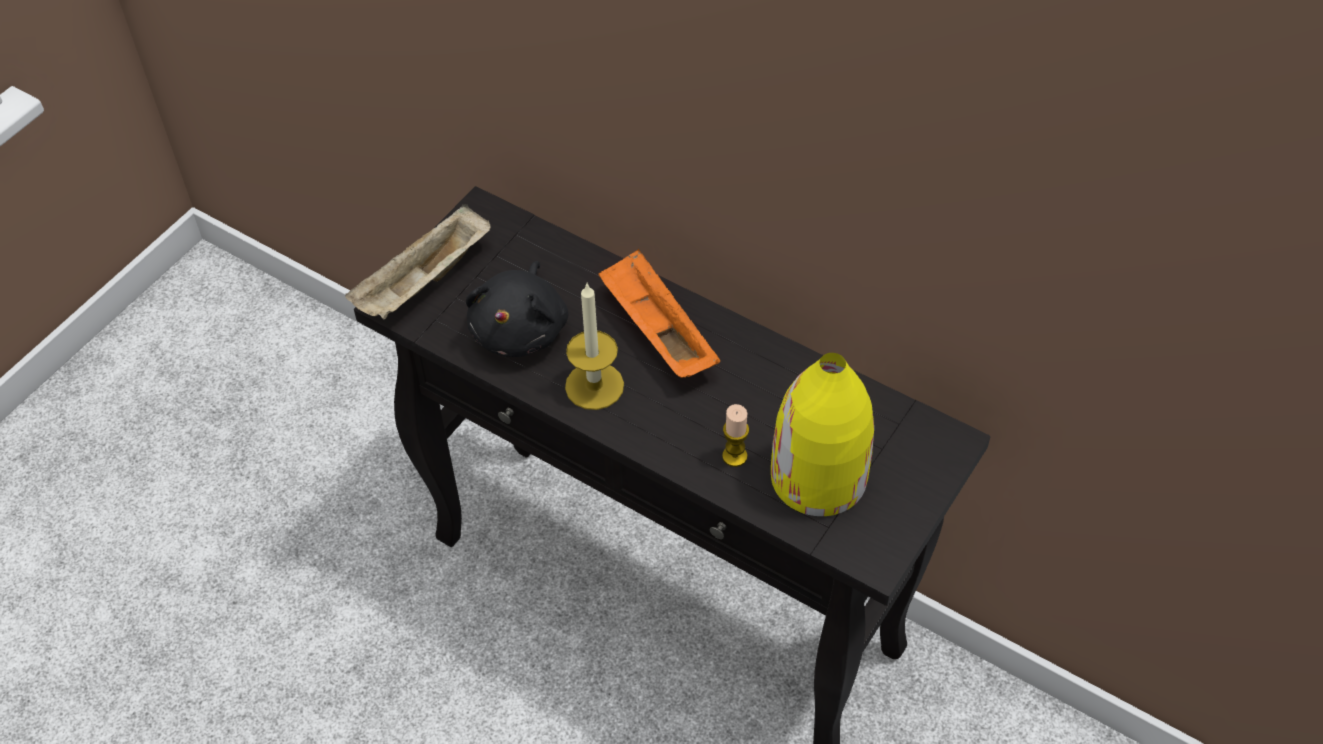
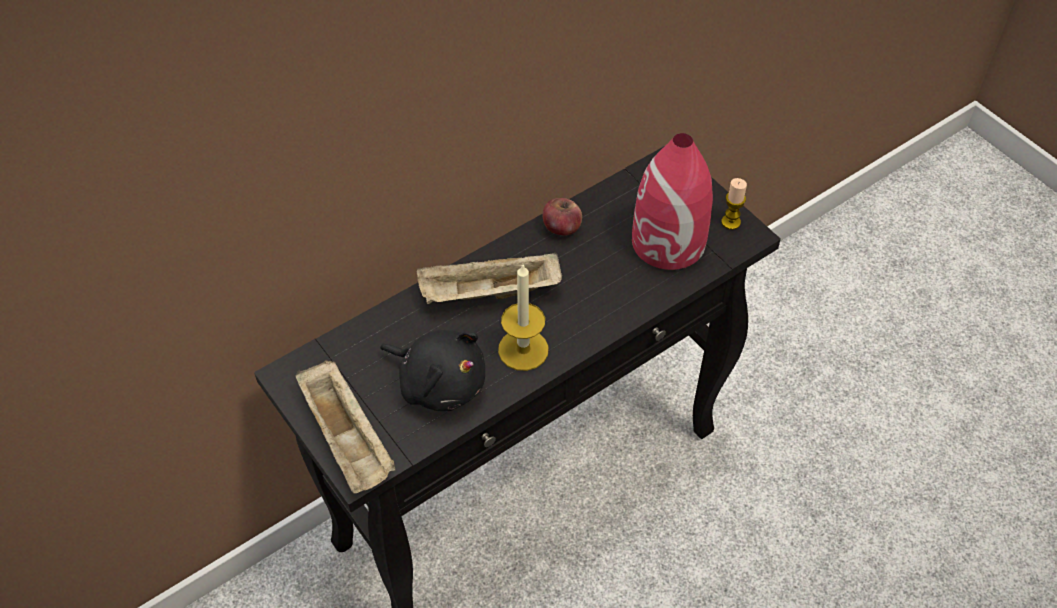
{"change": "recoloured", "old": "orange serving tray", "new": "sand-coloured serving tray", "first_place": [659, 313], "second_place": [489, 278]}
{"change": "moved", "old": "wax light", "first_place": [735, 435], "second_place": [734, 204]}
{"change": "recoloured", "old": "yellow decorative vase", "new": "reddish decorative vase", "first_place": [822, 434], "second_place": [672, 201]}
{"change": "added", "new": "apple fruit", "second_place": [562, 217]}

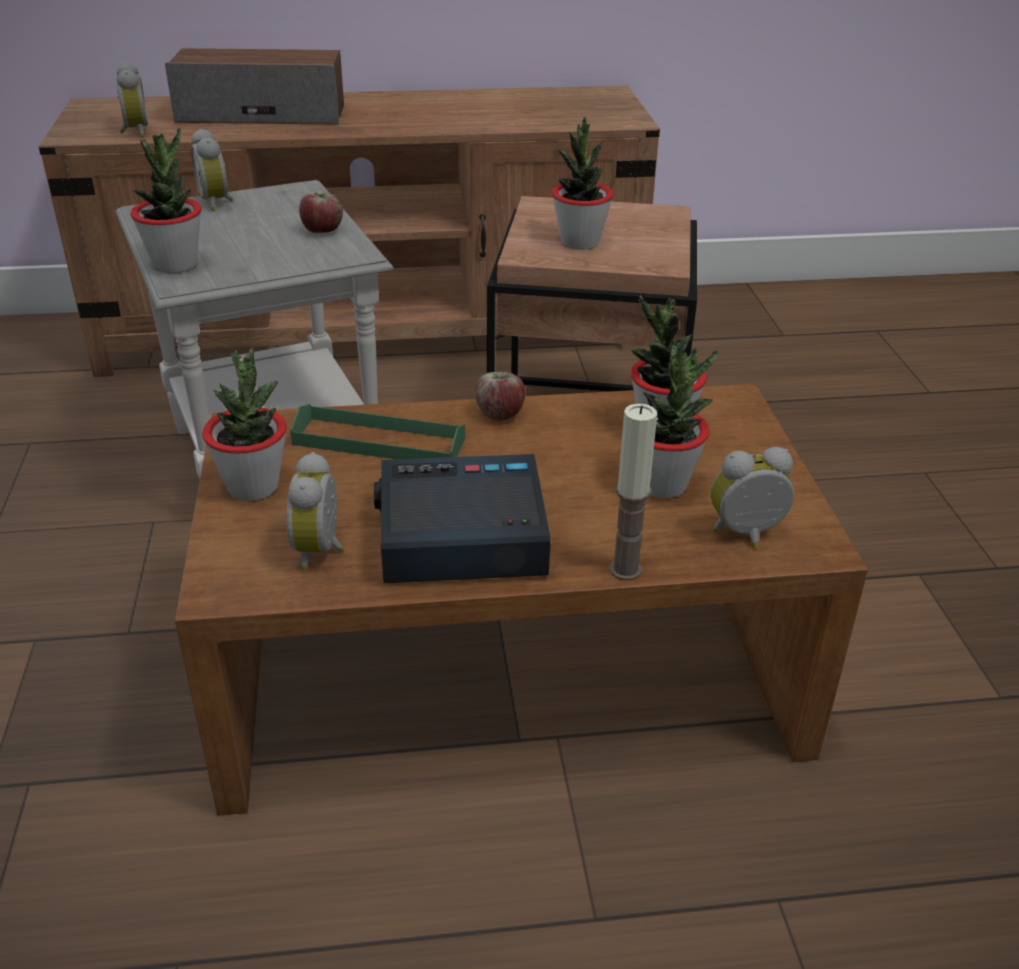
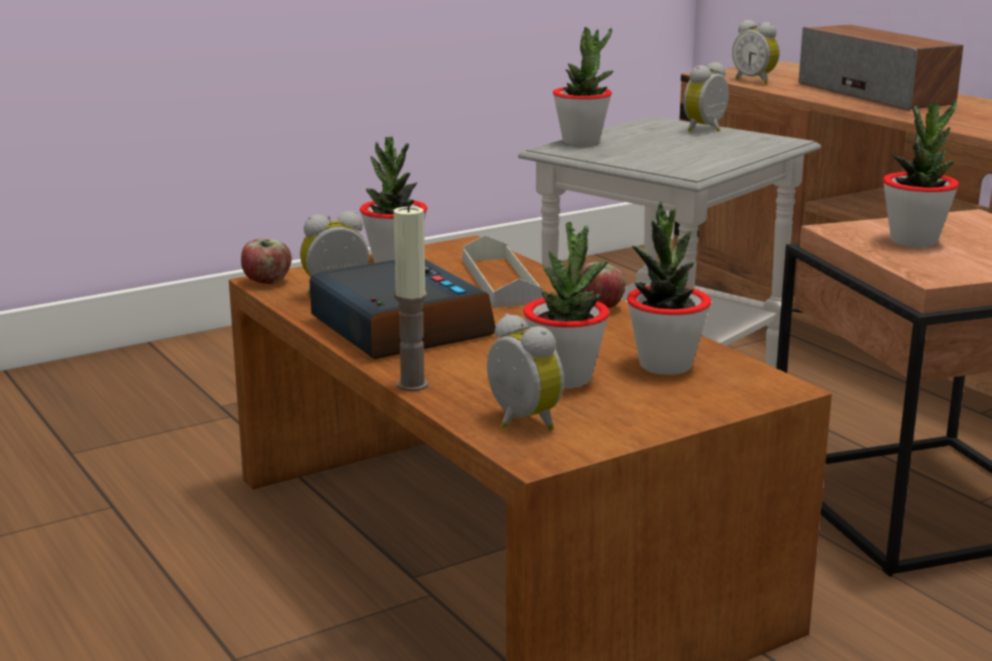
{"change": "turned", "old": "bedside clock", "first_place": [132, 100], "second_place": [756, 52], "degrees": 90}
{"change": "recoloured", "old": "green-coloured serving tray", "new": "grey serving tray", "first_place": [377, 431], "second_place": [503, 271]}
{"change": "moved", "old": "apple fruit", "first_place": [321, 212], "second_place": [266, 261]}

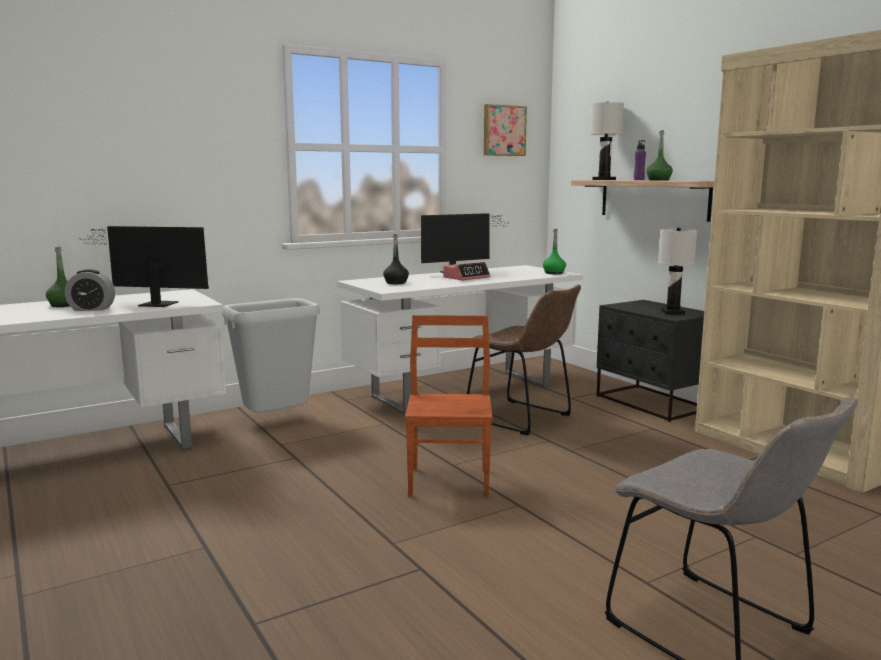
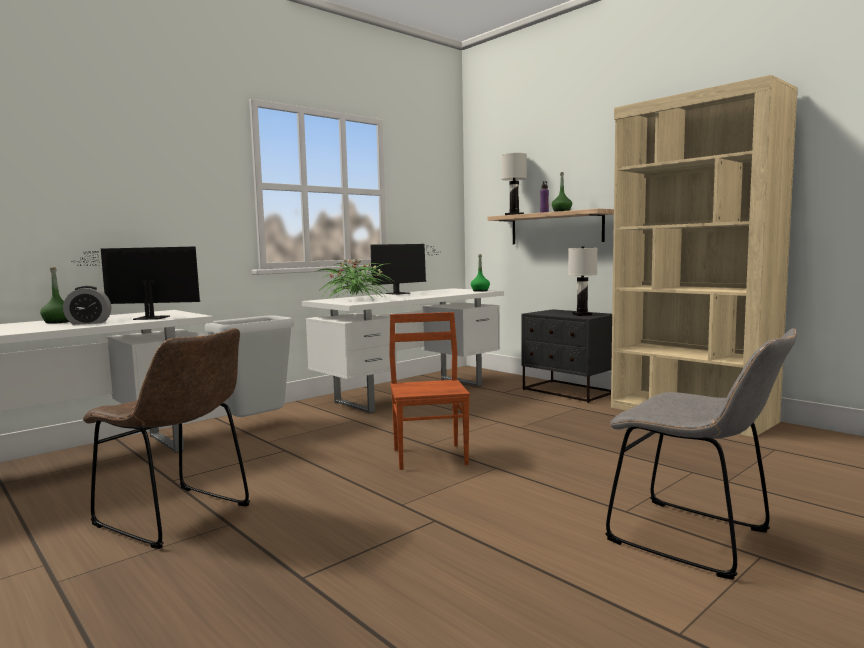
{"change": "replaced", "old": "blackish bottle", "new": "potted plant", "first_place": [396, 259], "second_place": [355, 279]}
{"change": "removed", "old": "bedside clock", "first_place": [466, 271]}
{"change": "moved", "old": "brown-coloured upright chair", "first_place": [524, 359], "second_place": [166, 438]}
{"change": "removed", "old": "wall picture", "first_place": [505, 130]}

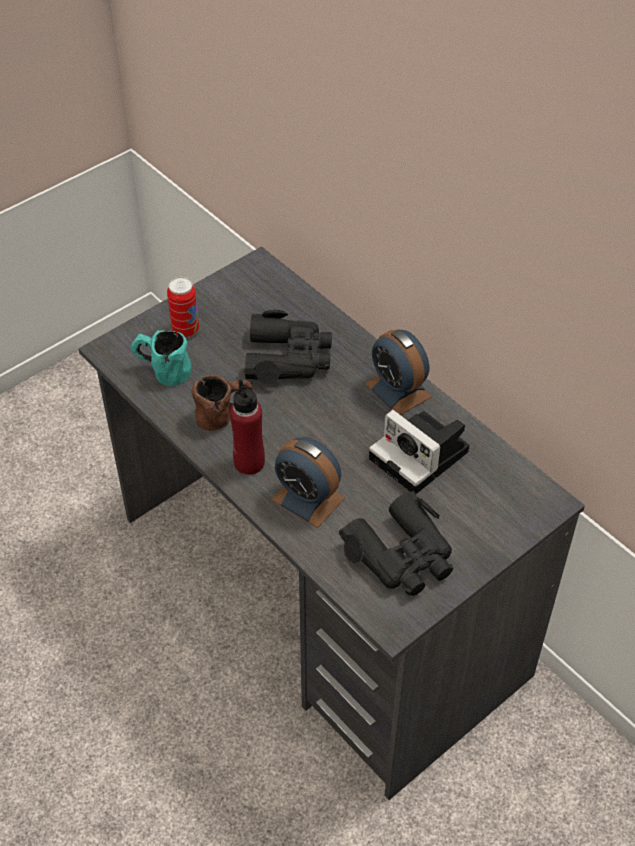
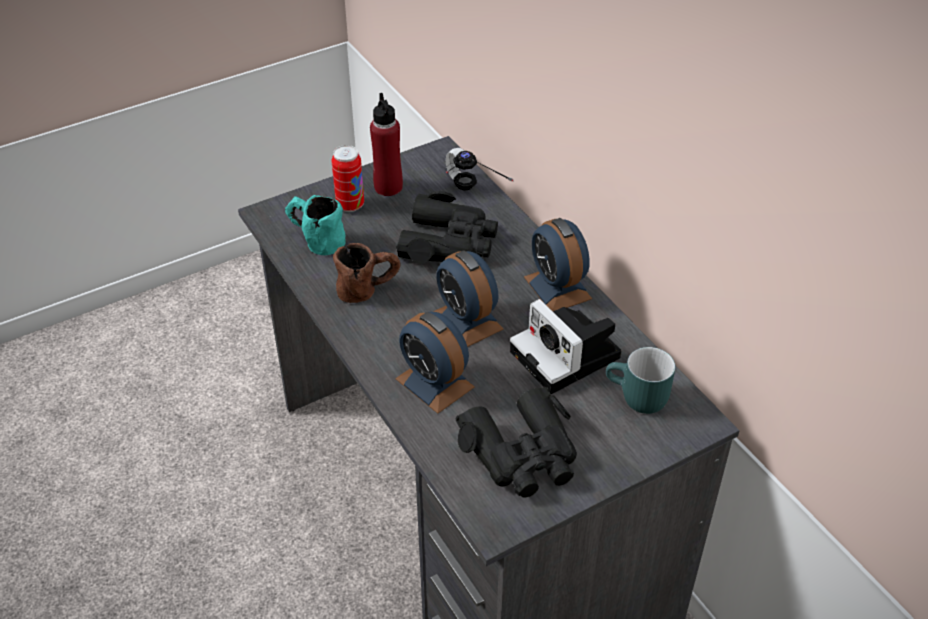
{"change": "moved", "old": "reddish bottle", "first_place": [247, 427], "second_place": [386, 144]}
{"change": "added", "new": "bedside clock", "second_place": [468, 298]}
{"change": "added", "new": "headphones", "second_place": [479, 169]}
{"change": "added", "new": "turquoise coffee mug", "second_place": [641, 380]}

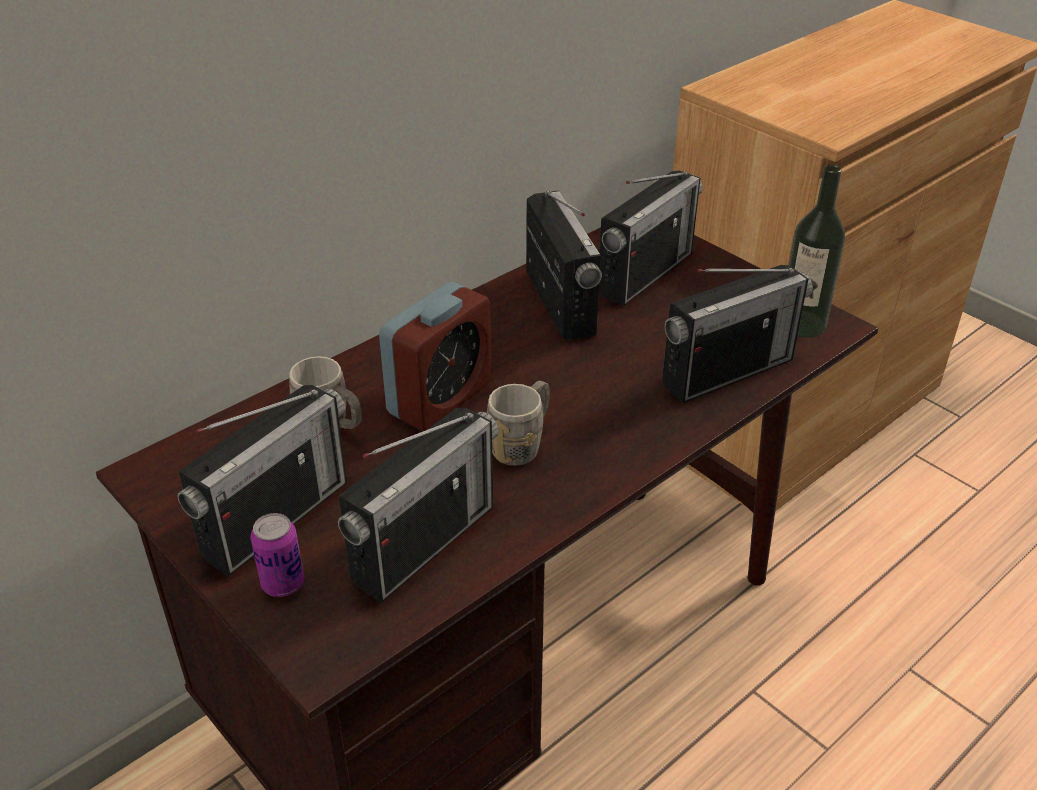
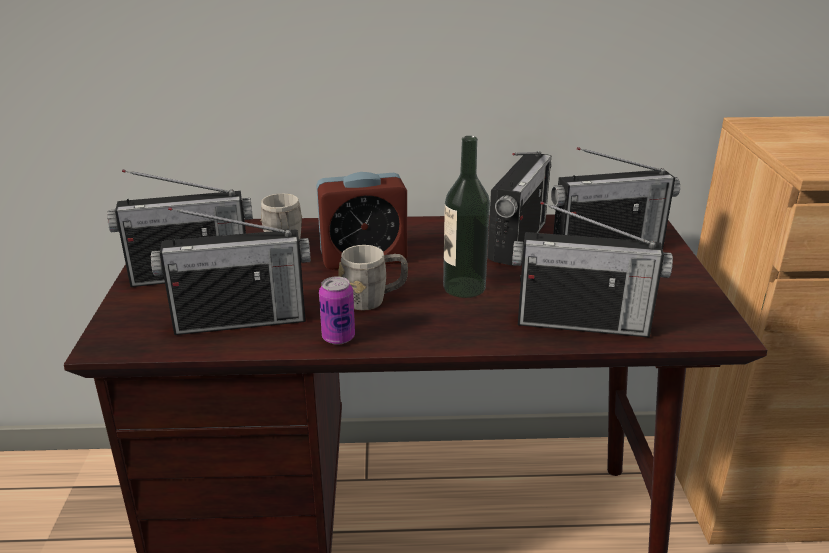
{"change": "moved", "old": "metal can", "first_place": [277, 555], "second_place": [337, 310]}
{"change": "moved", "old": "bottle", "first_place": [816, 251], "second_place": [466, 217]}

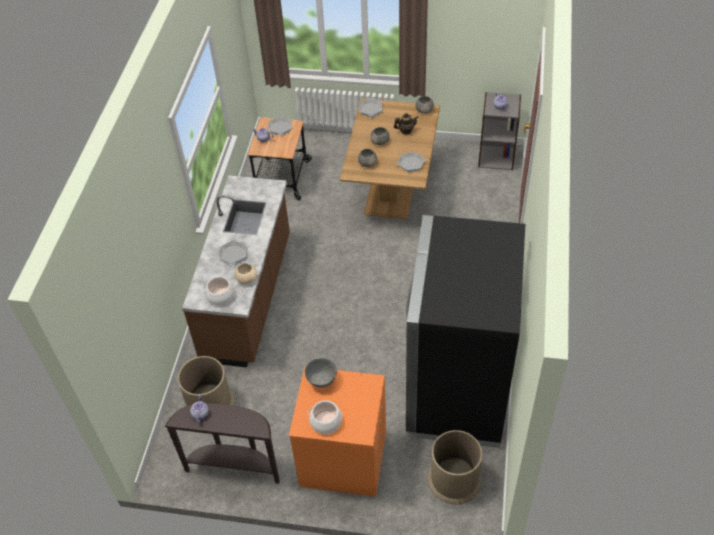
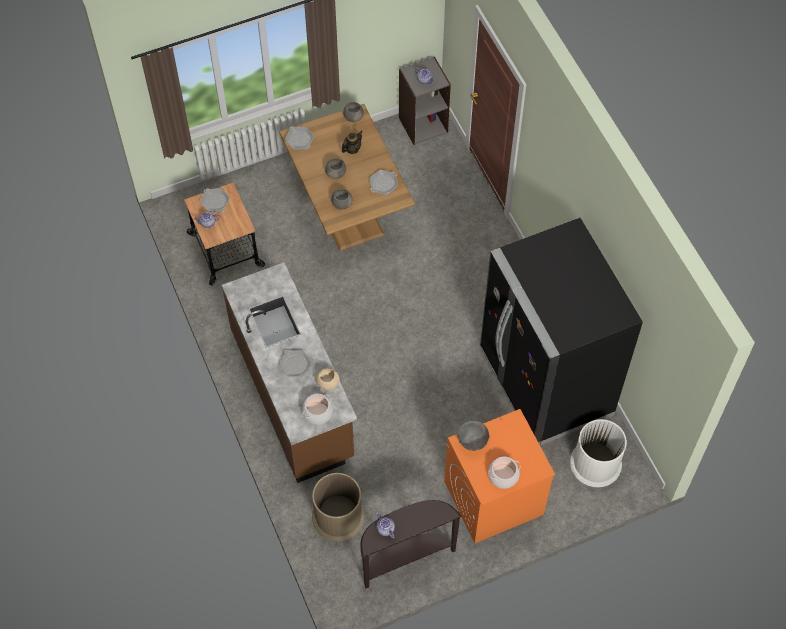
{"change": "recoloured", "old": "brown-coloured trash can", "new": "white-coloured trash can", "first_place": [454, 467], "second_place": [598, 453]}

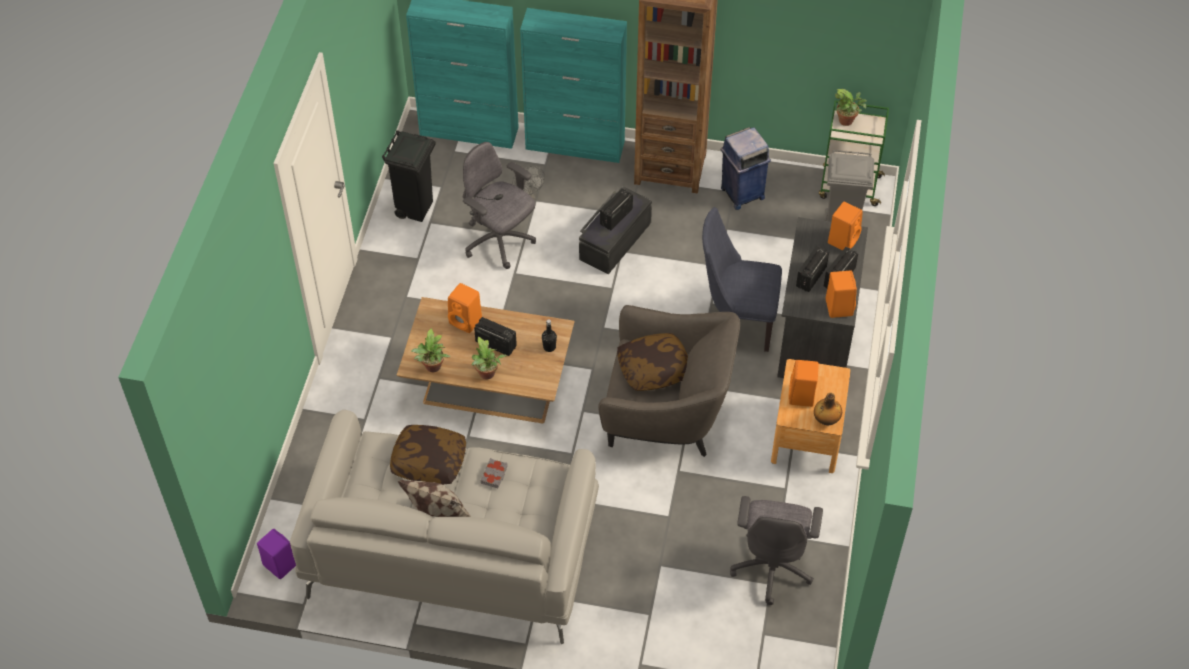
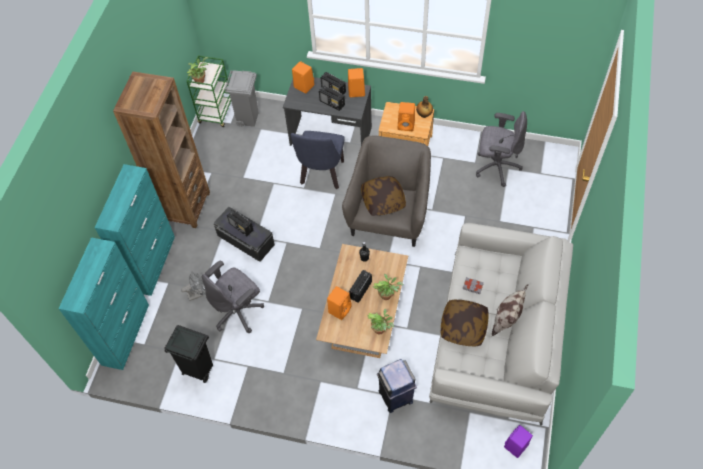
{"change": "moved", "old": "blue-coloured trash can", "first_place": [746, 168], "second_place": [397, 386]}

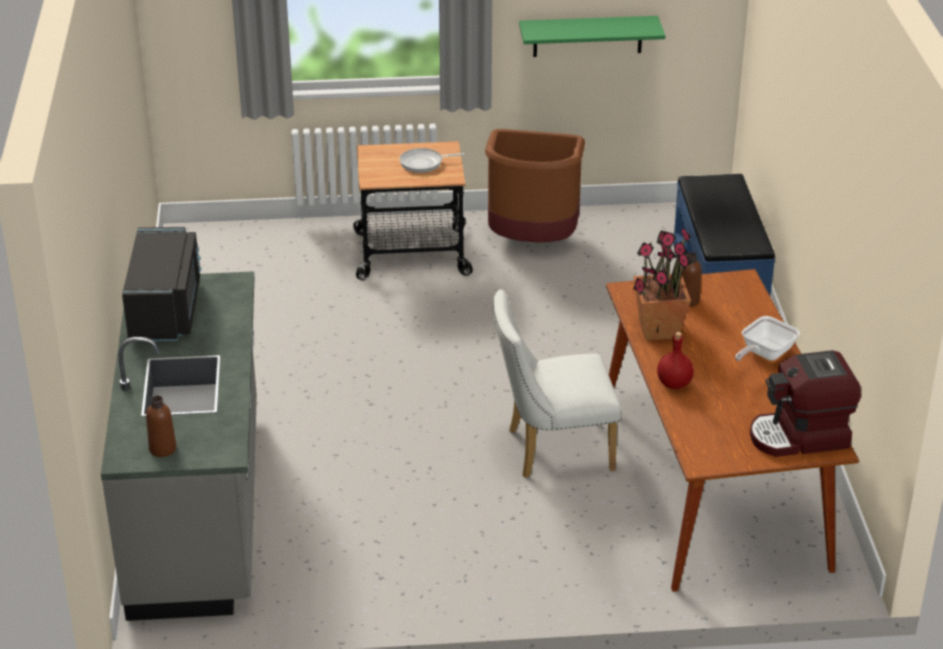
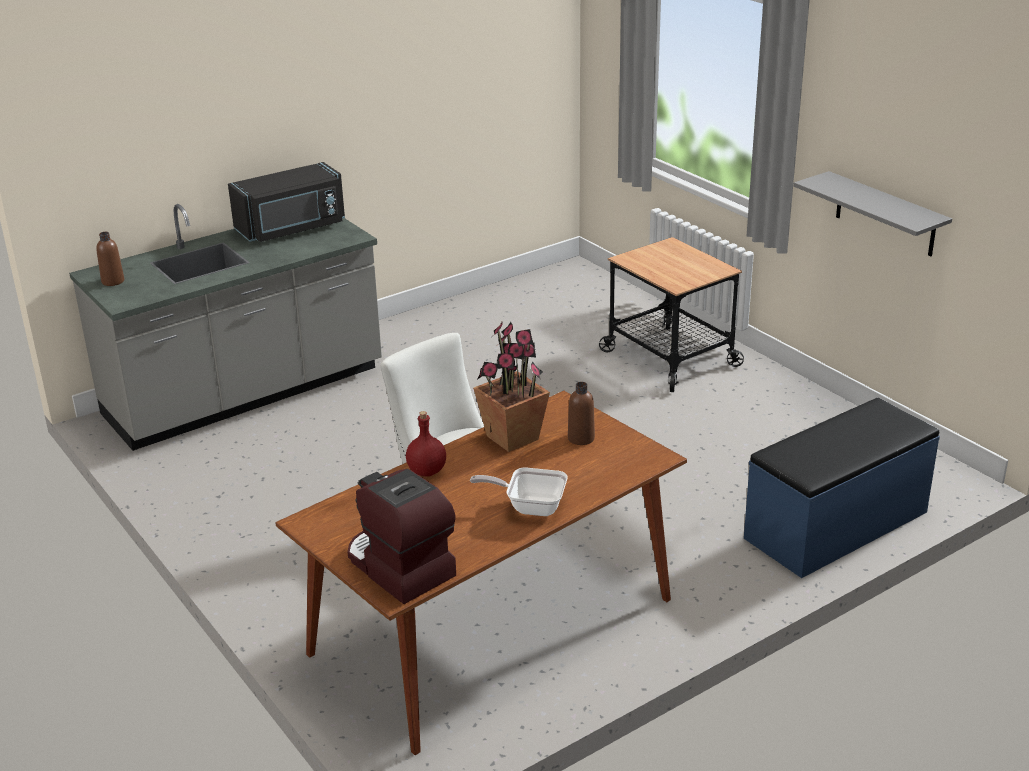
{"change": "removed", "old": "frying pan", "first_place": [432, 160]}
{"change": "removed", "old": "brown-coloured trash can", "first_place": [535, 185]}
{"change": "recoloured", "old": "green-coloured wall shelf", "new": "grey wall shelf", "first_place": [592, 36], "second_place": [872, 213]}

